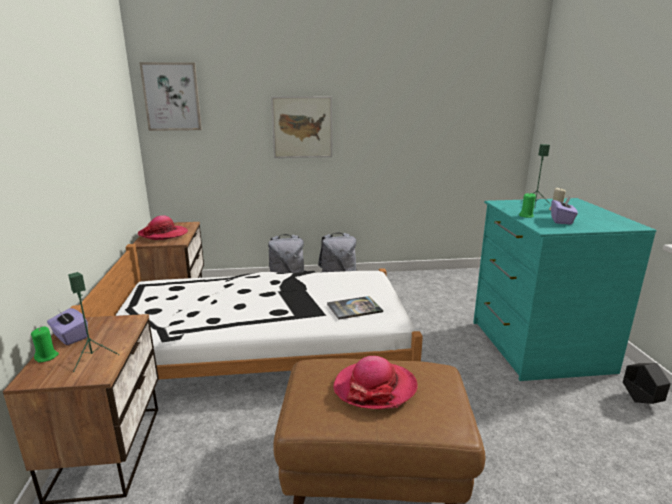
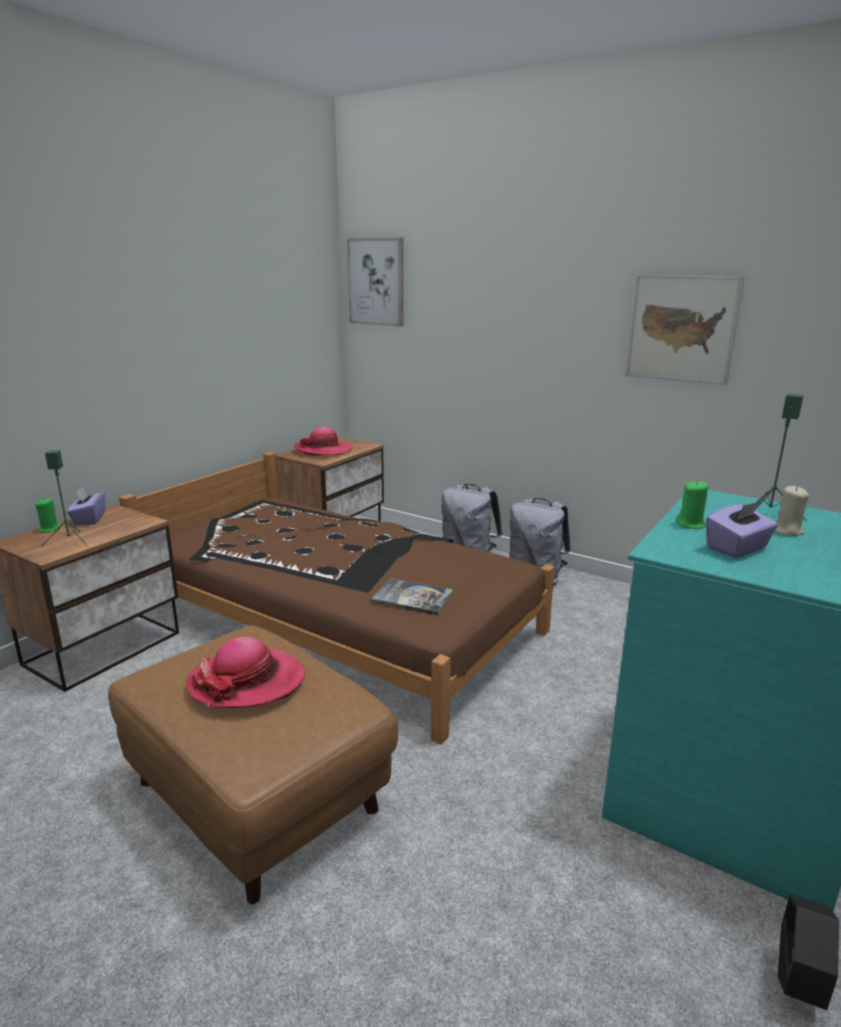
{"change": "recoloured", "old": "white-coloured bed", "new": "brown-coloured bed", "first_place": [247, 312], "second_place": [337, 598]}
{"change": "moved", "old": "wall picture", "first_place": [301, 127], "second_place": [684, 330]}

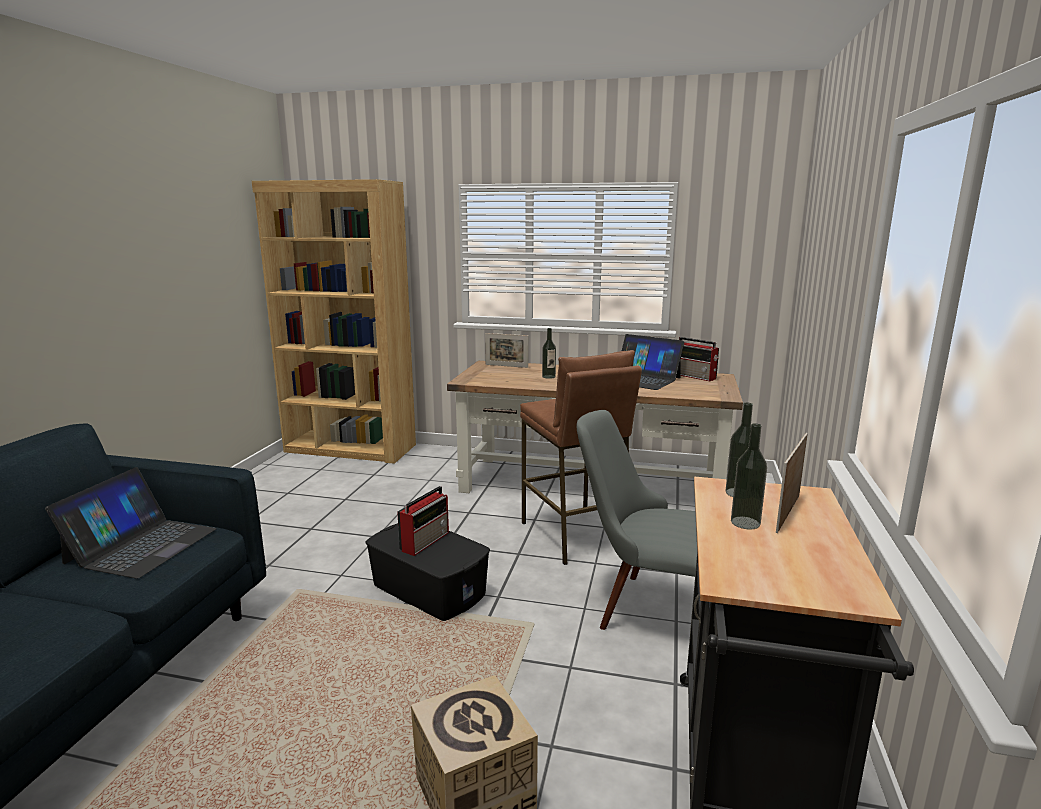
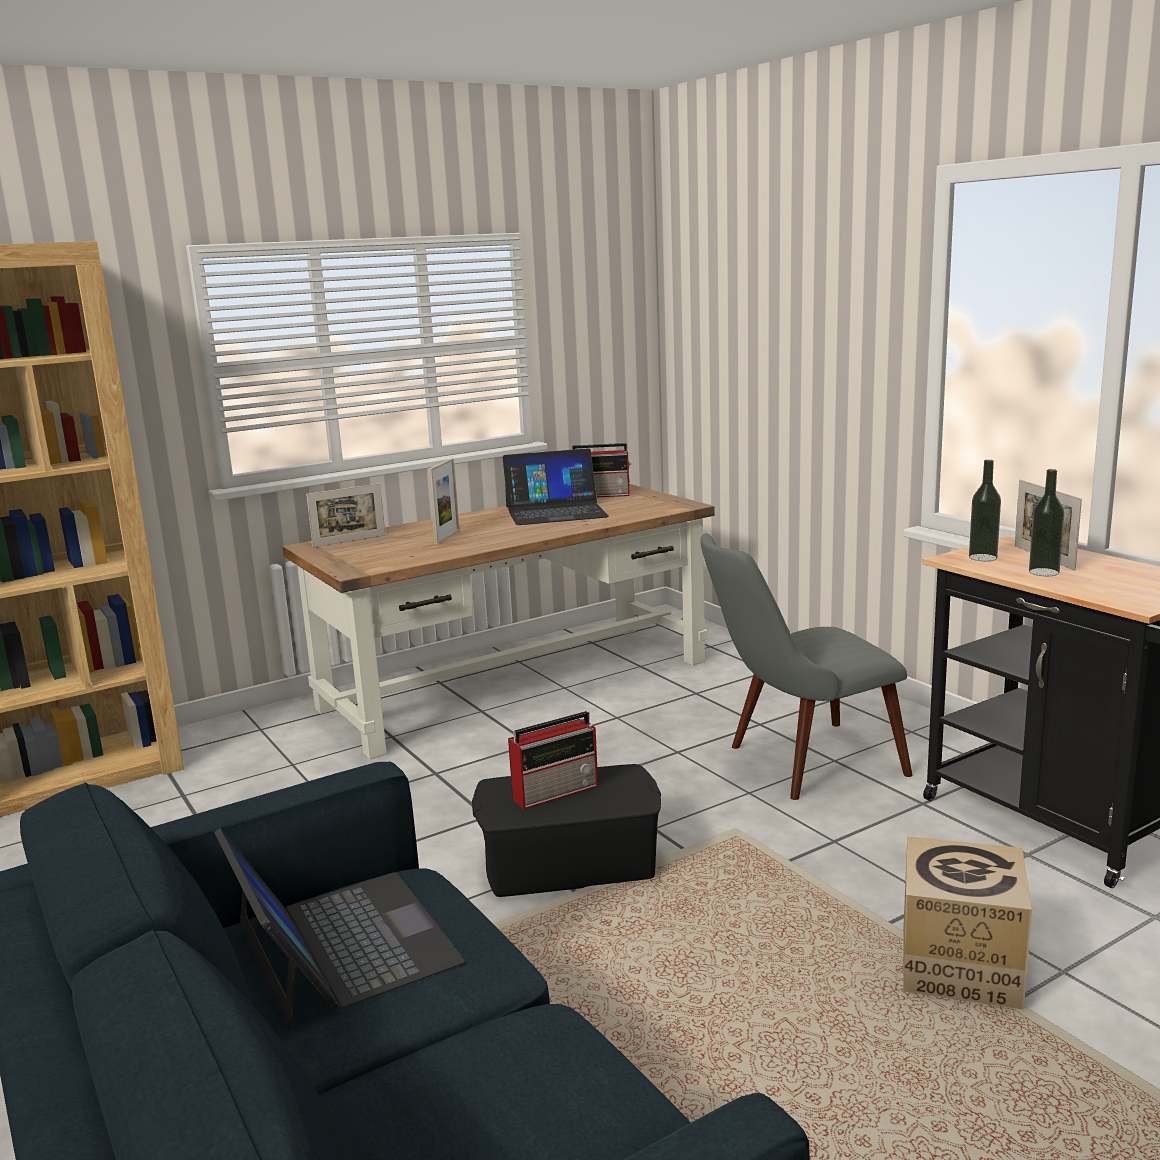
{"change": "turned", "old": "radio receiver", "first_place": [423, 521], "second_place": [553, 760], "degrees": 75}
{"change": "removed", "old": "brown-coloured stool", "first_place": [581, 457]}
{"change": "replaced", "old": "bottle", "new": "standing frame", "first_place": [549, 353], "second_place": [444, 501]}

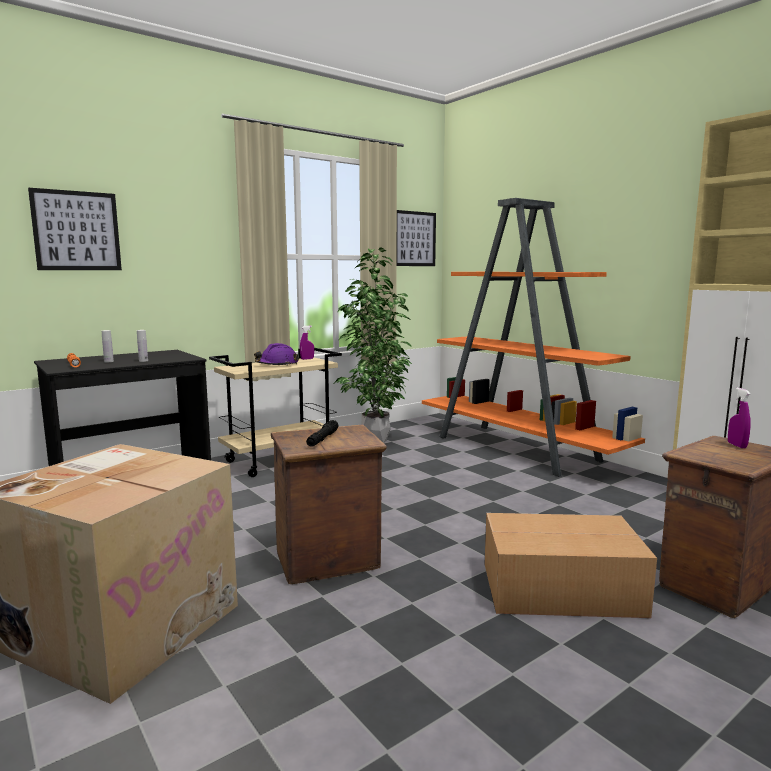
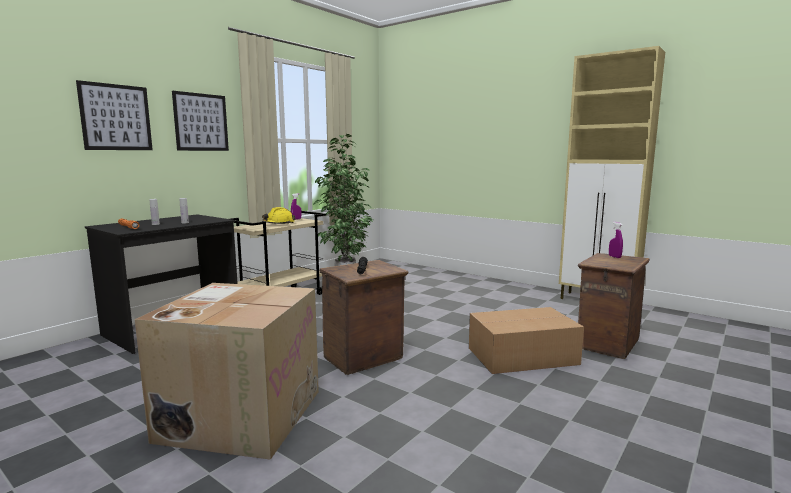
{"change": "recoloured", "old": "purple-coloured work helmet", "new": "yellow work helmet", "first_place": [276, 354], "second_place": [279, 215]}
{"change": "moved", "old": "wall picture", "first_place": [416, 238], "second_place": [200, 121]}
{"change": "removed", "old": "orange shelving unit", "first_place": [533, 337]}

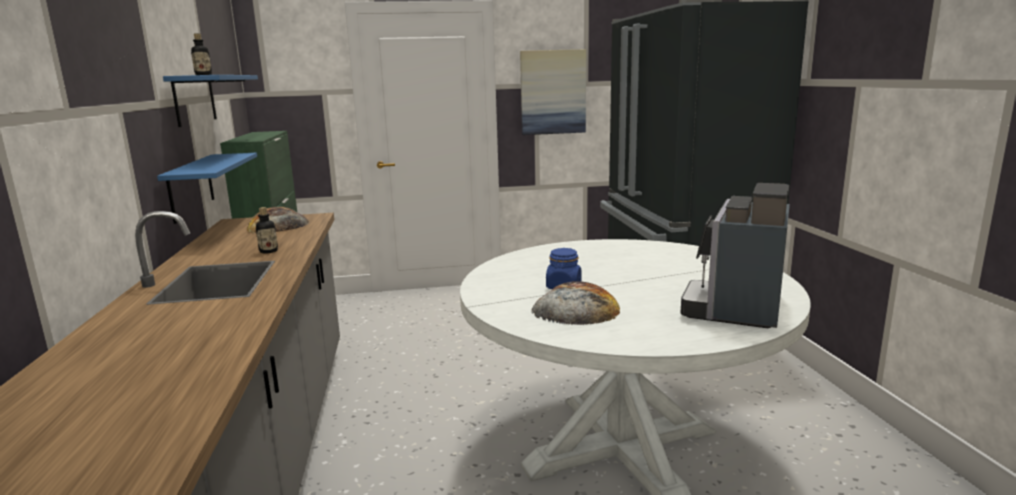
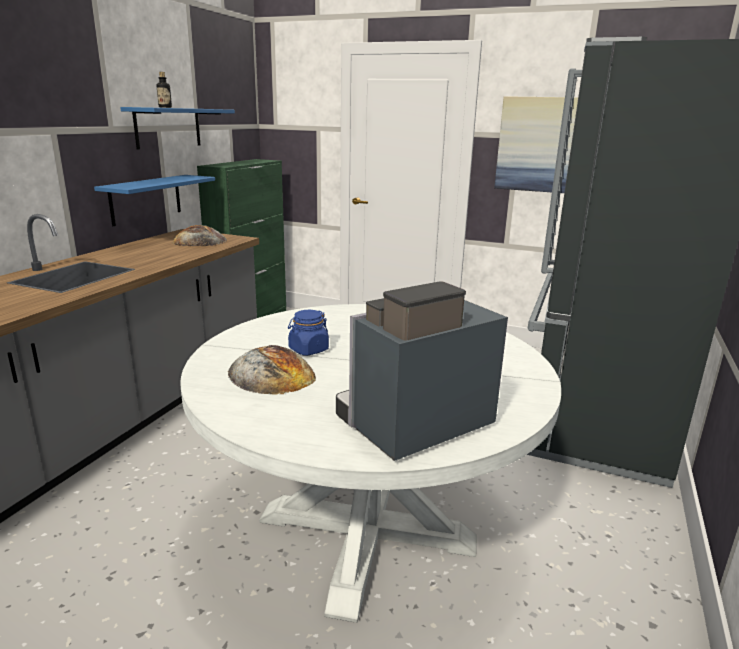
{"change": "removed", "old": "bottle", "first_place": [267, 230]}

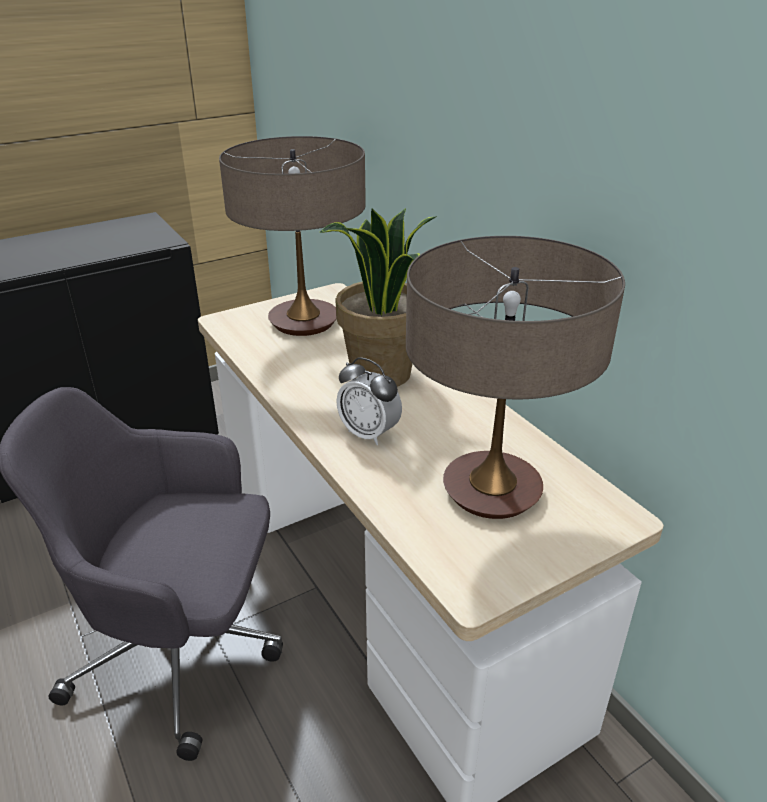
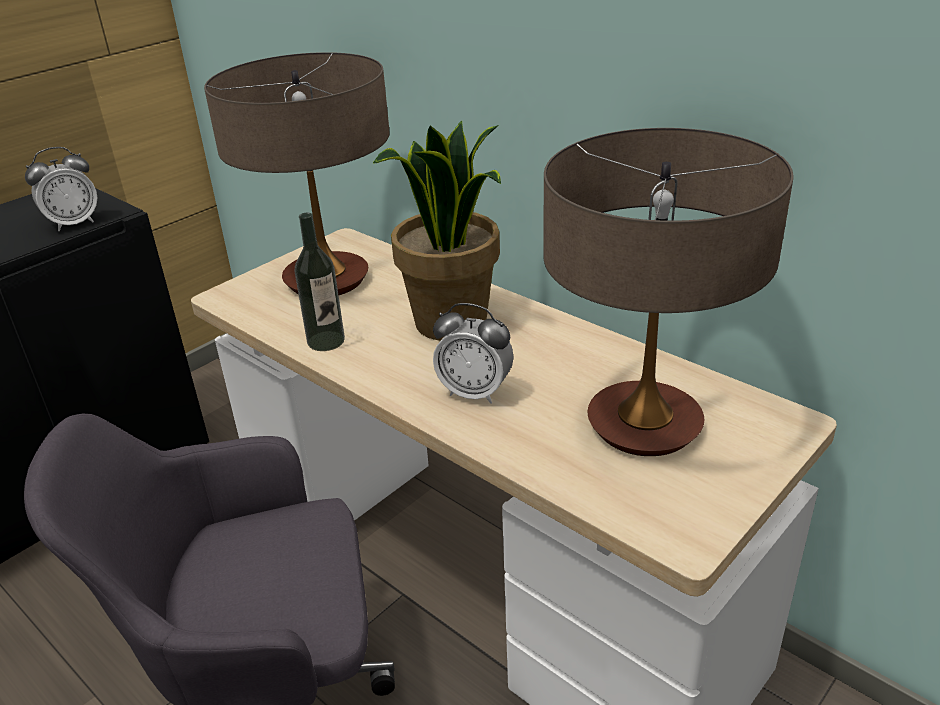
{"change": "added", "new": "bedside clock", "second_place": [61, 189]}
{"change": "added", "new": "bottle", "second_place": [319, 282]}

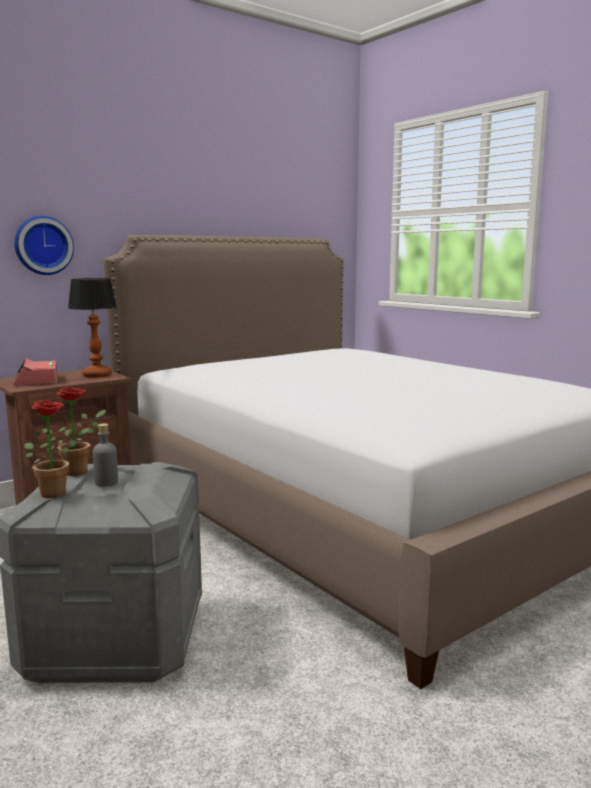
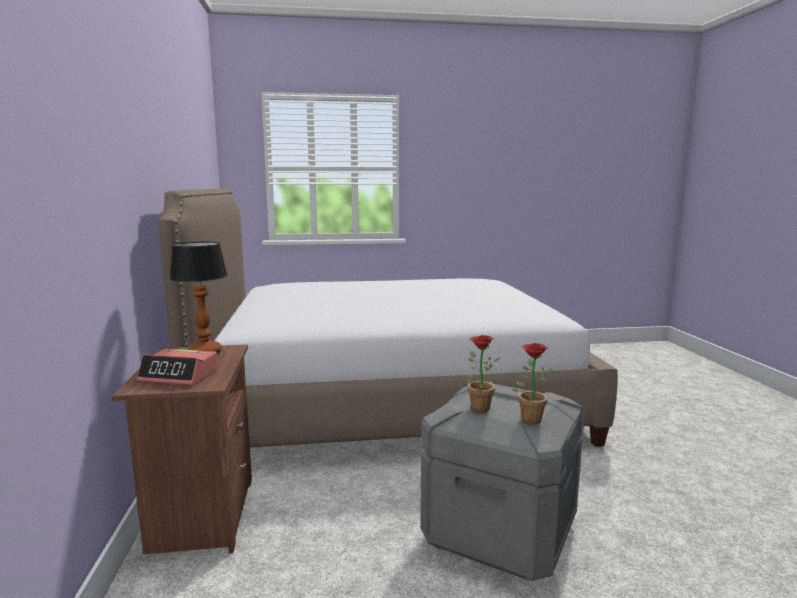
{"change": "removed", "old": "clock on the wall", "first_place": [44, 245]}
{"change": "removed", "old": "grey bottle", "first_place": [105, 455]}

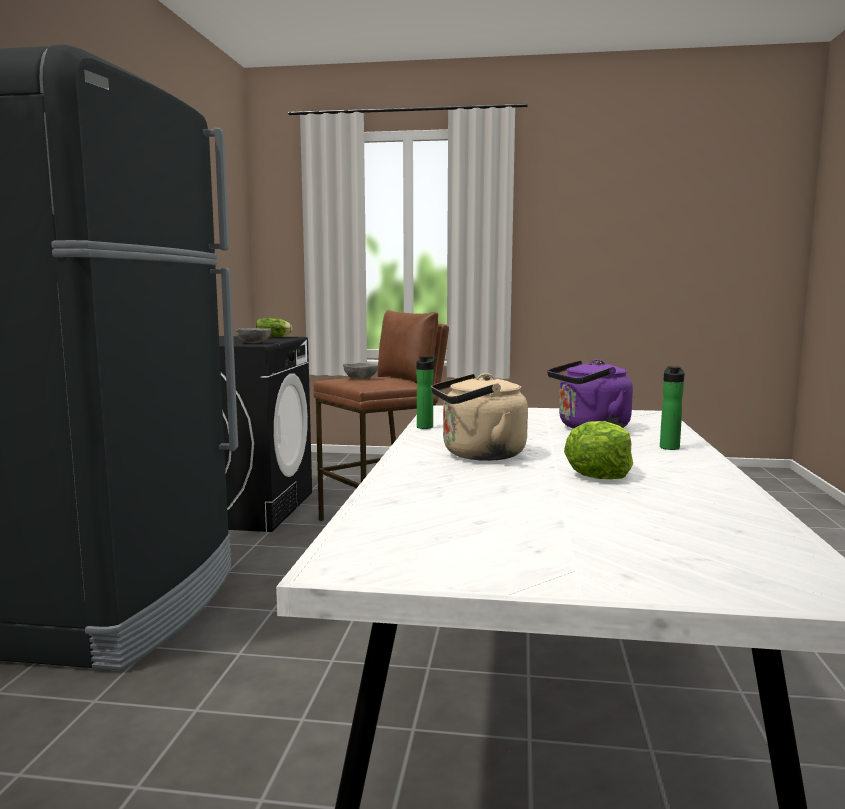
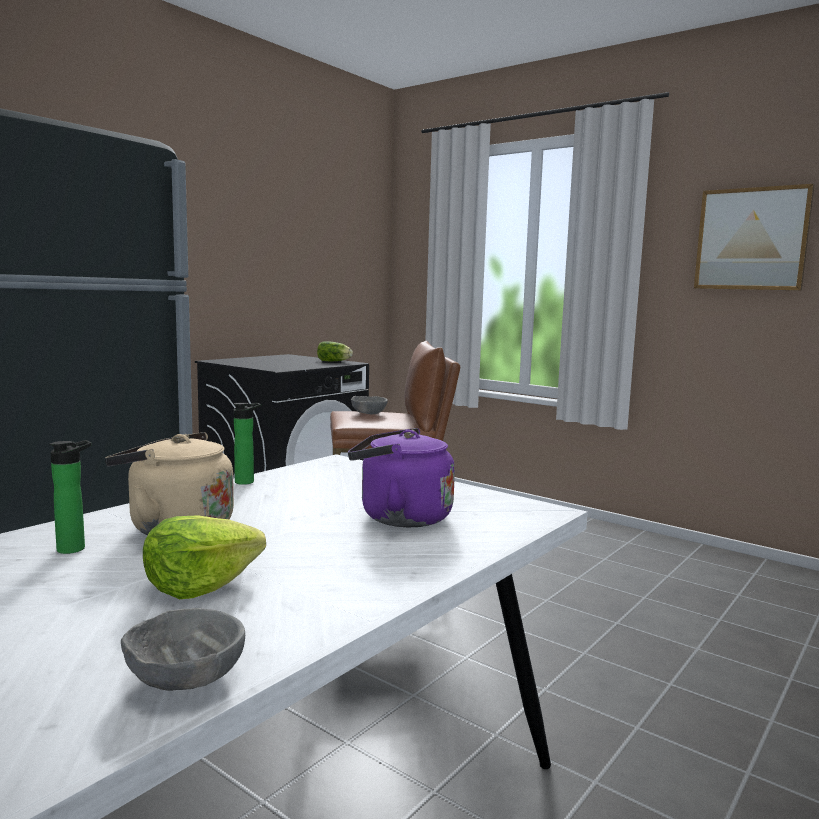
{"change": "moved", "old": "grey deep dish", "first_place": [253, 335], "second_place": [183, 649]}
{"change": "moved", "old": "bottle", "first_place": [672, 408], "second_place": [70, 497]}
{"change": "added", "new": "wall picture", "second_place": [754, 237]}

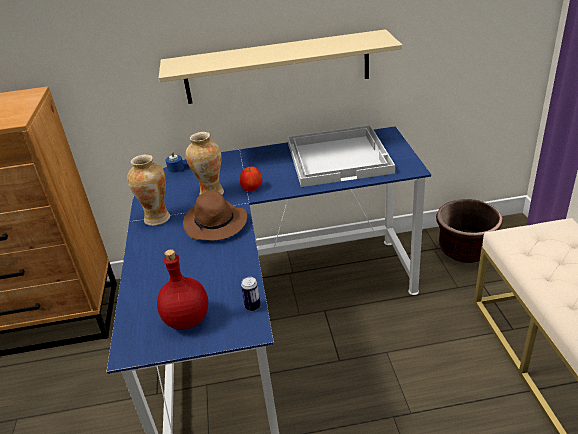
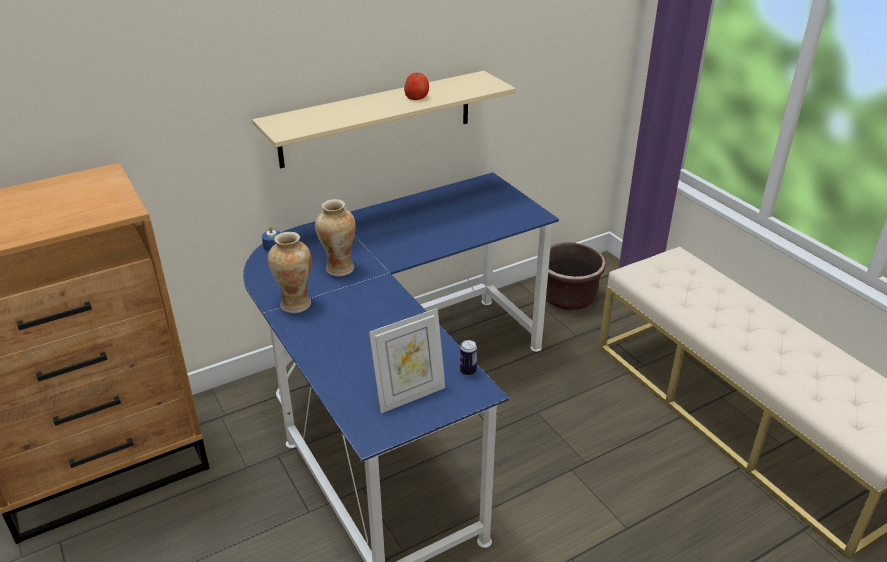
{"change": "replaced", "old": "reddish bottle", "new": "standing frame", "first_place": [182, 289], "second_place": [407, 360]}
{"change": "removed", "old": "brown-coloured wearable hat", "first_place": [215, 216]}
{"change": "moved", "old": "apple fruit", "first_place": [251, 179], "second_place": [416, 86]}
{"change": "removed", "old": "white-coloured serving tray", "first_place": [341, 156]}

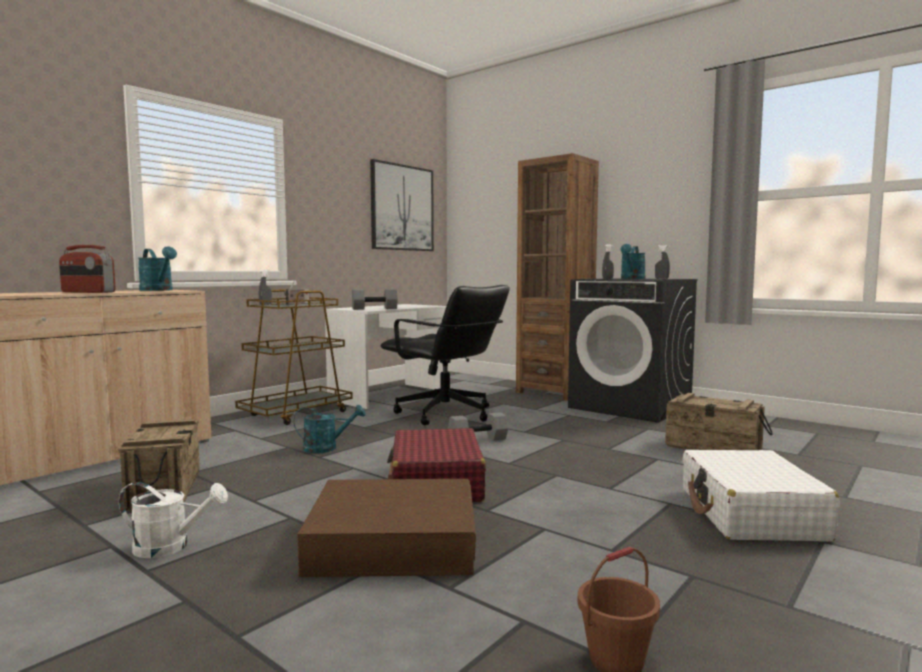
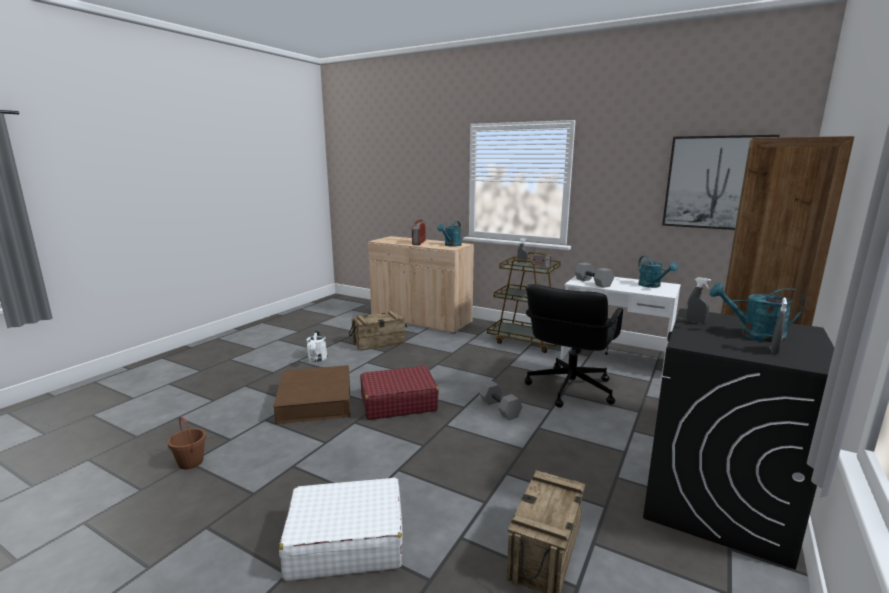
{"change": "moved", "old": "turquoise sprinkling can", "first_place": [329, 429], "second_place": [658, 272]}

